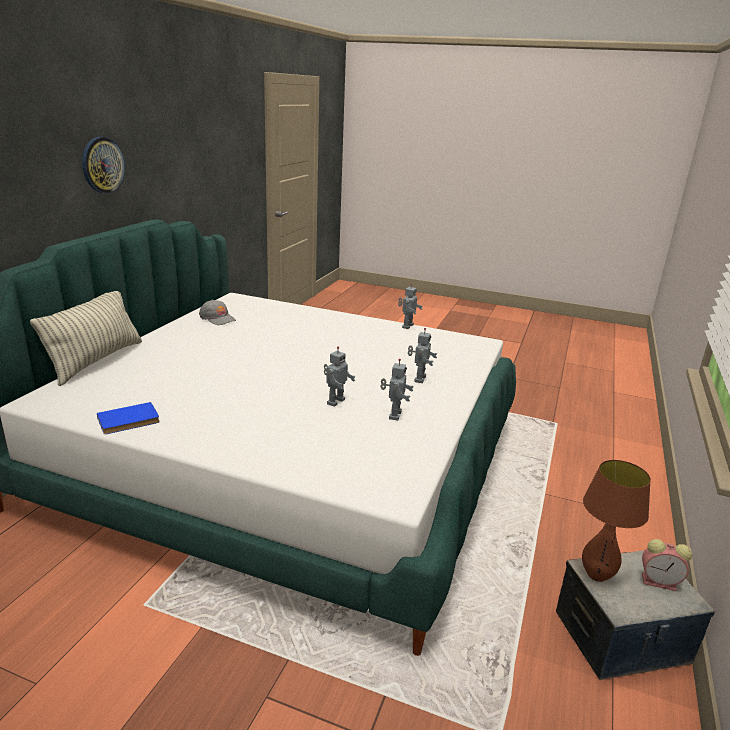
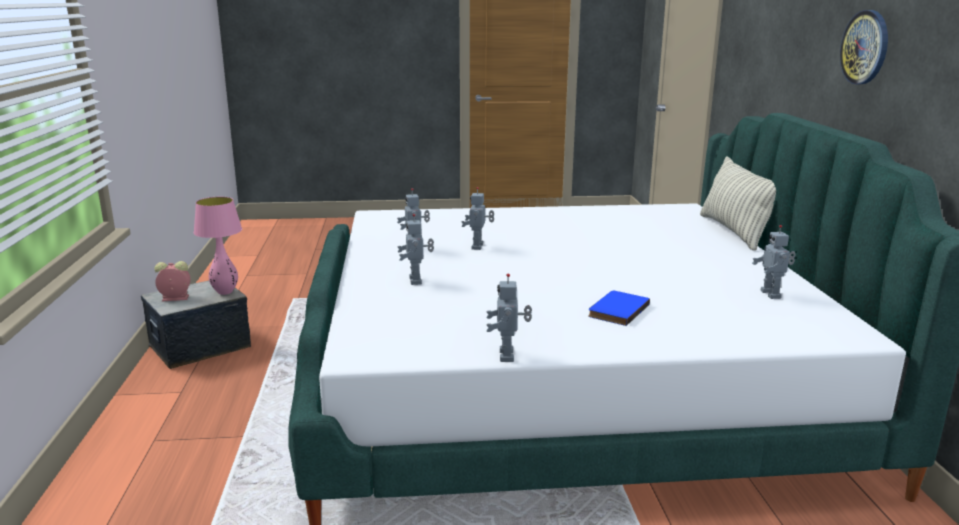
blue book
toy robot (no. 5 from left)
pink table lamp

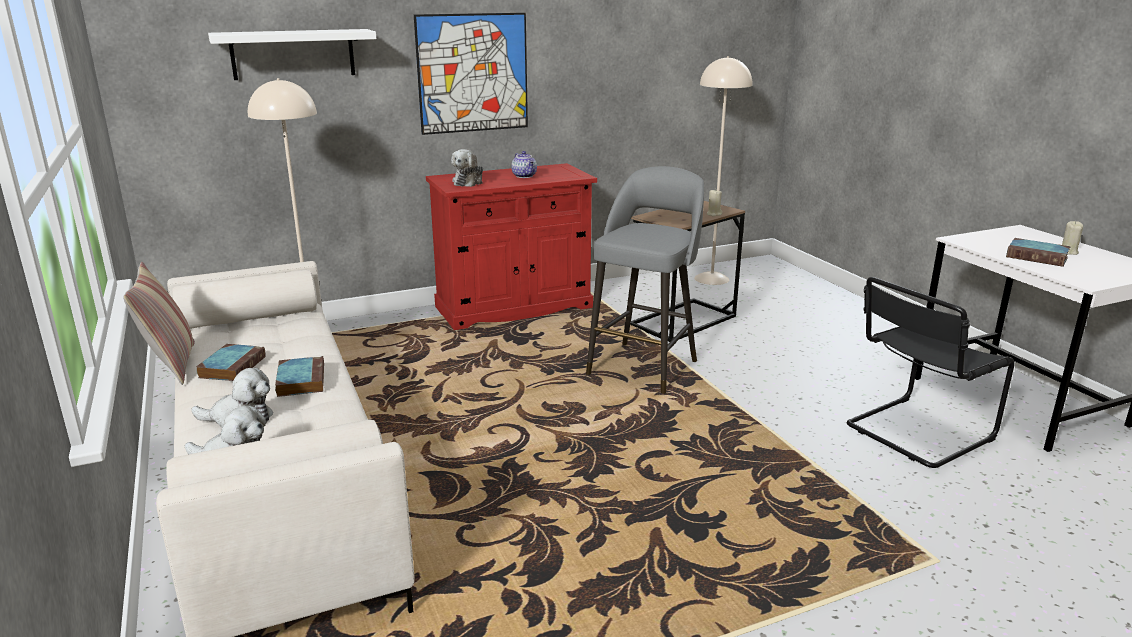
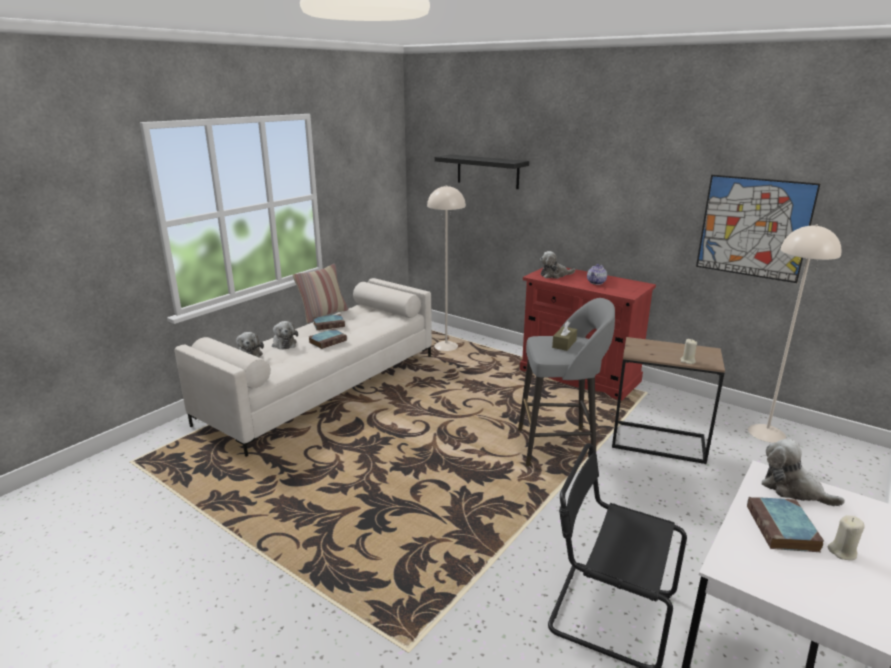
brown tissue box
plush toy (no. 4 from left)
picture
black shelf

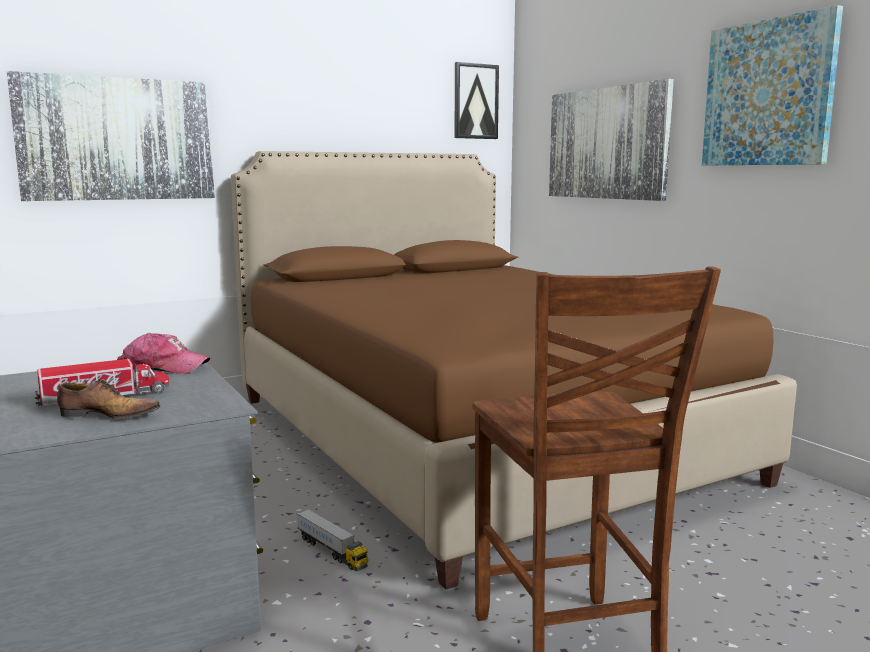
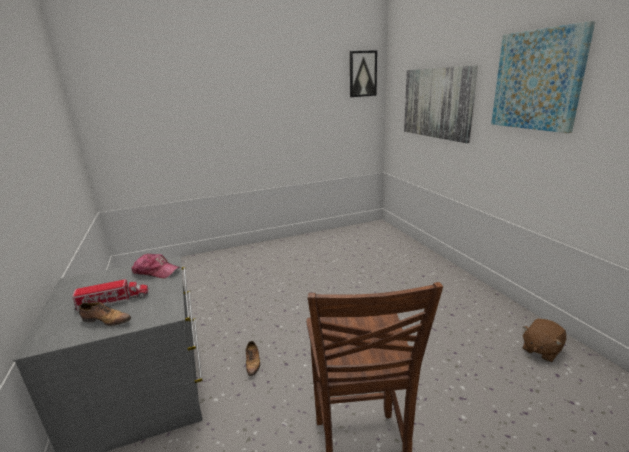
picture (no. 1 from left in the first image)
brown bed
brown plush toy
shoe (no. 2 from left)

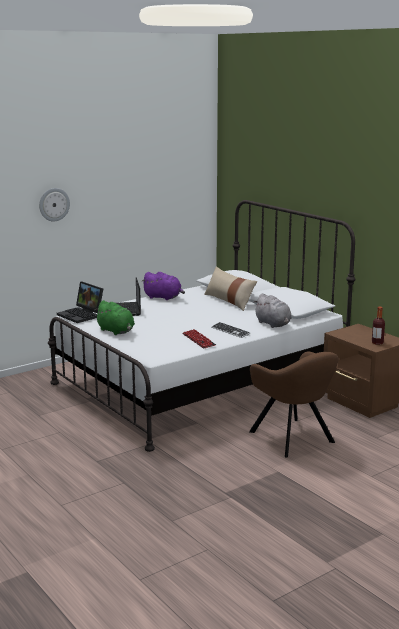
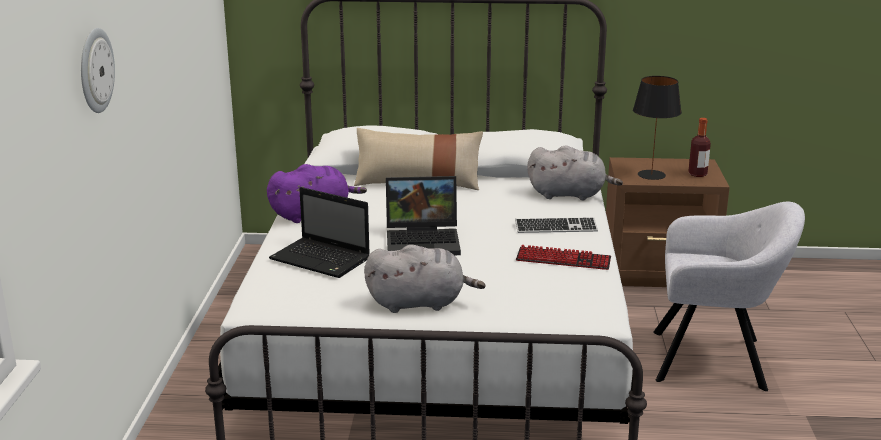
black table lamp
laptop (no. 2 from left)
grey plush toy (no. 1 from left)
grey armchair

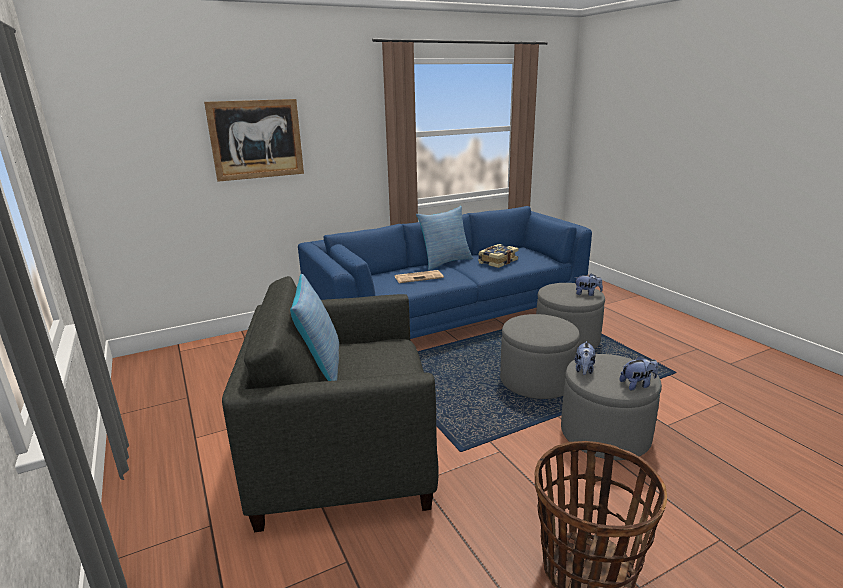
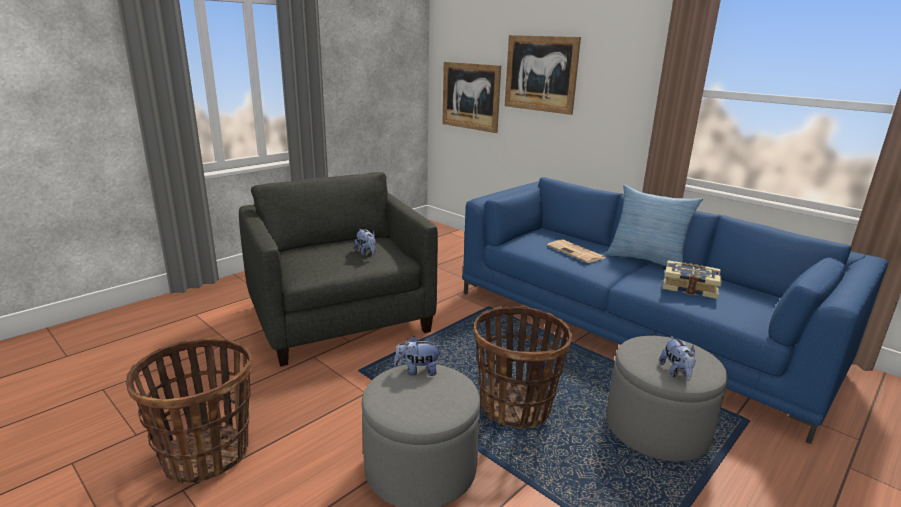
pillow (no. 1 from left in the first image)
picture (no. 1 from left)
plush toy (no. 1 from left)
basket (no. 2 from left)

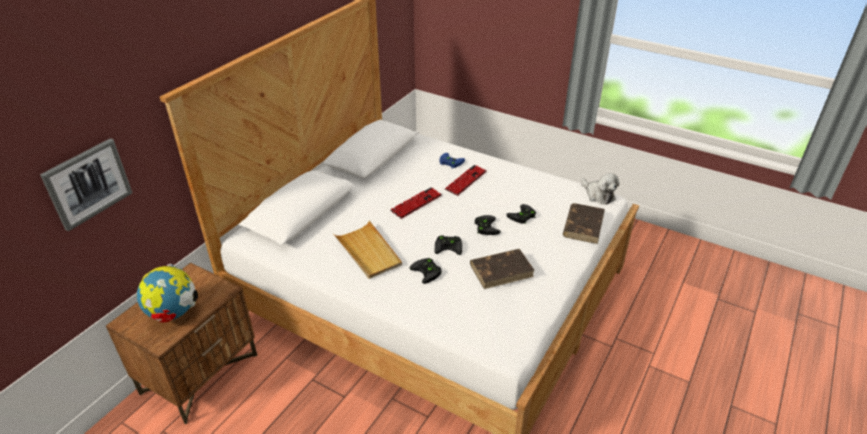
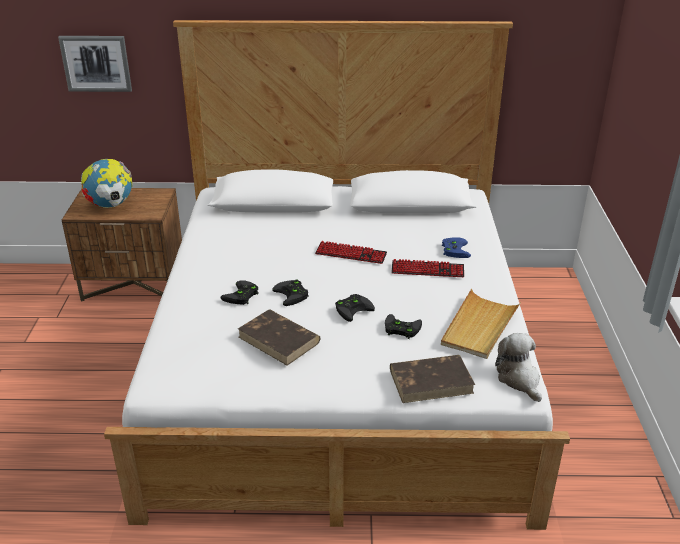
beige tray
plush toy

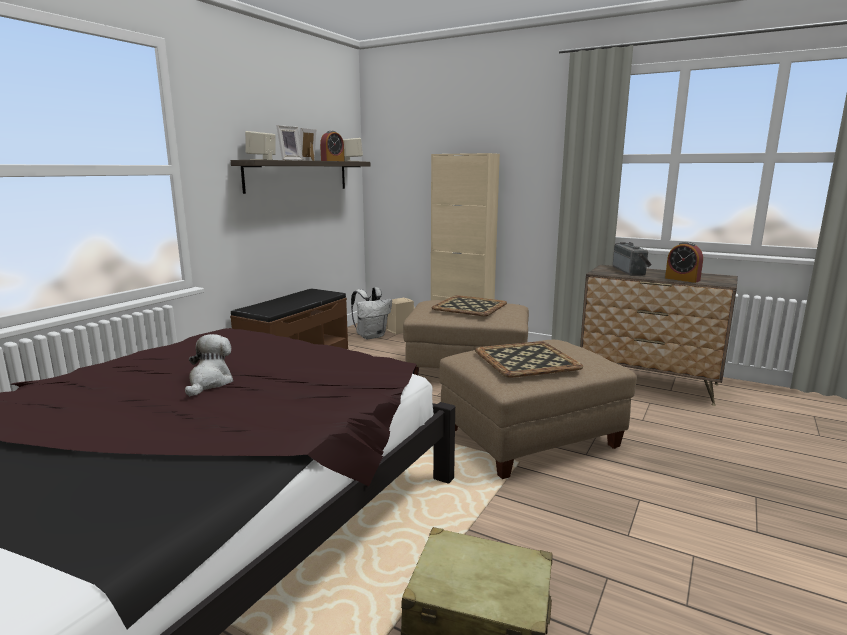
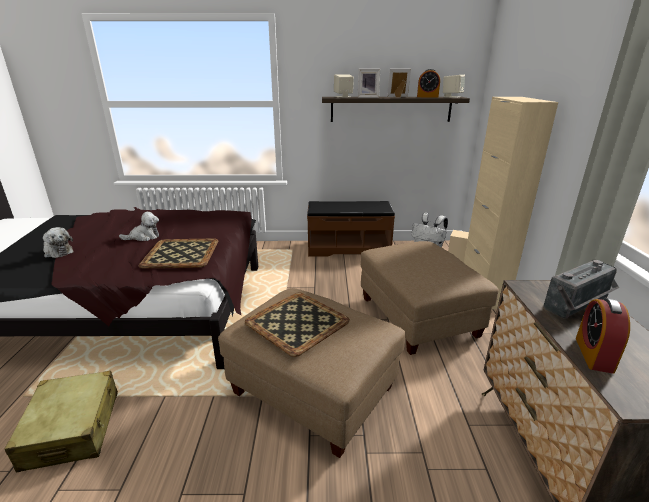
plush toy (no. 1 from left)
tray (no. 1 from left)

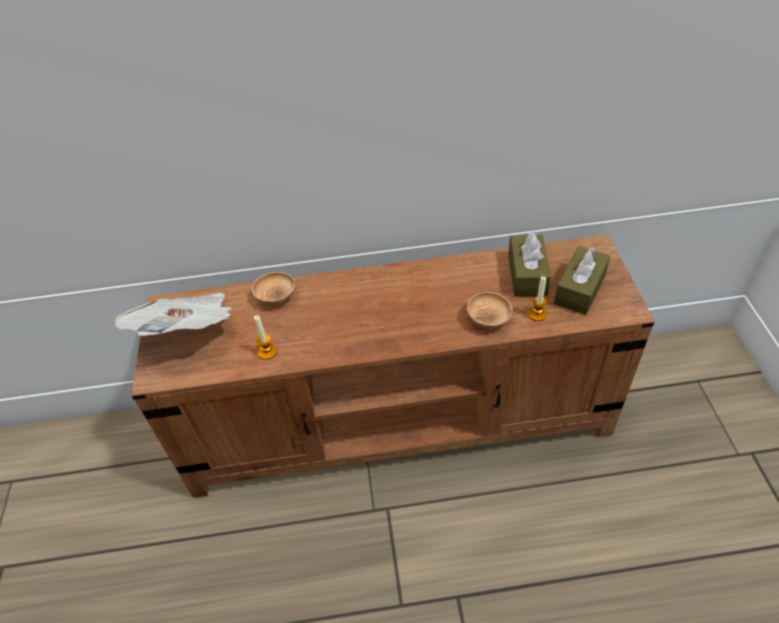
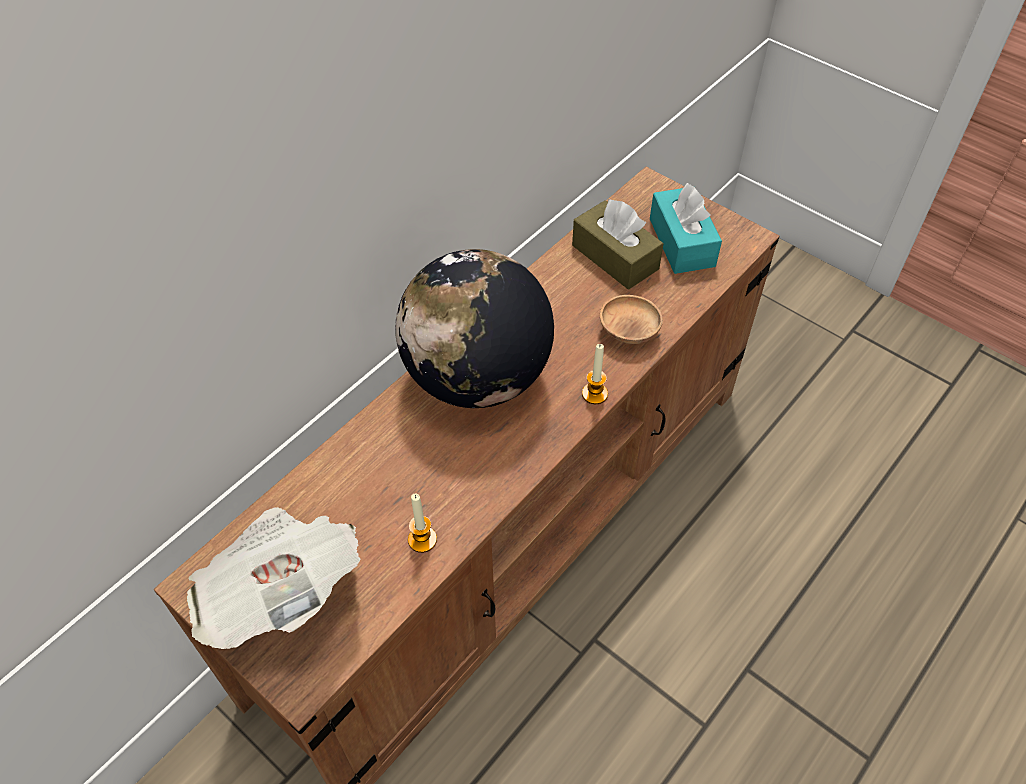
brown bowl (no. 1 from left in the first image)
globe
candle (no. 2 from left)
turquoise tissue box

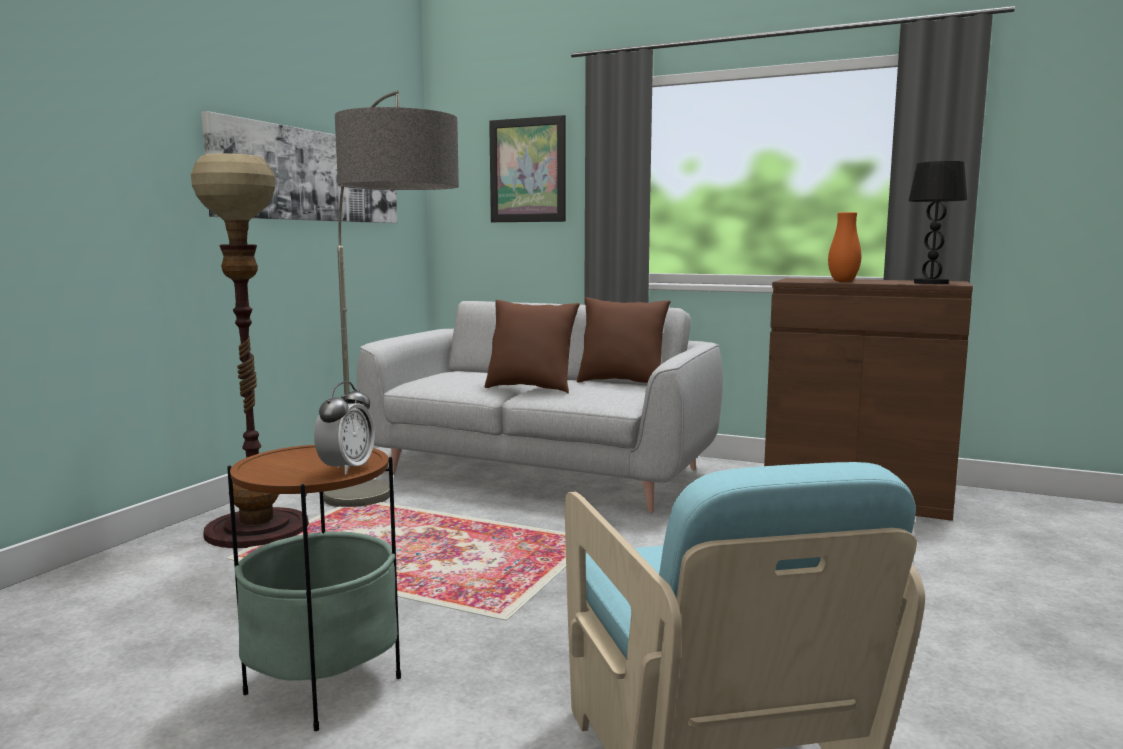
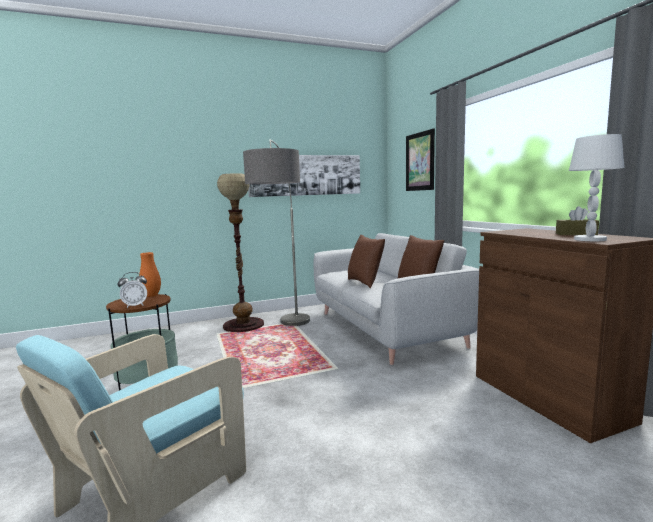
brown tissue box
orange vase
white table lamp

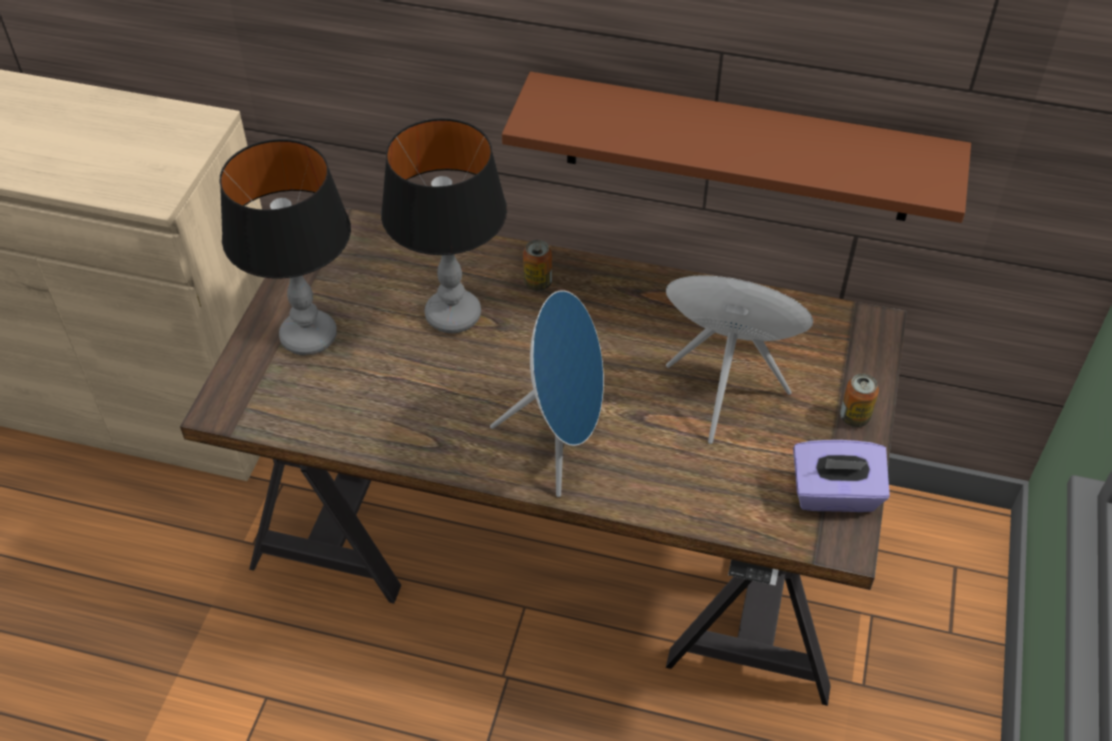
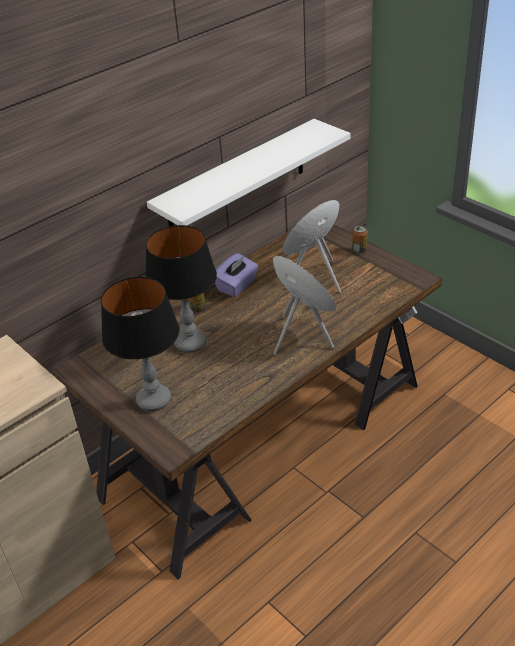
purple tissue box
white shelf

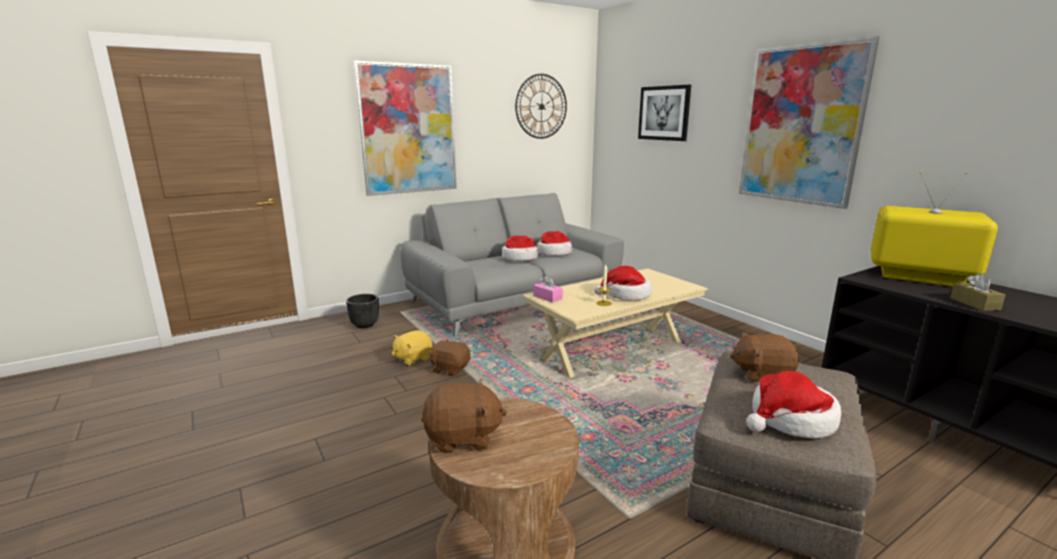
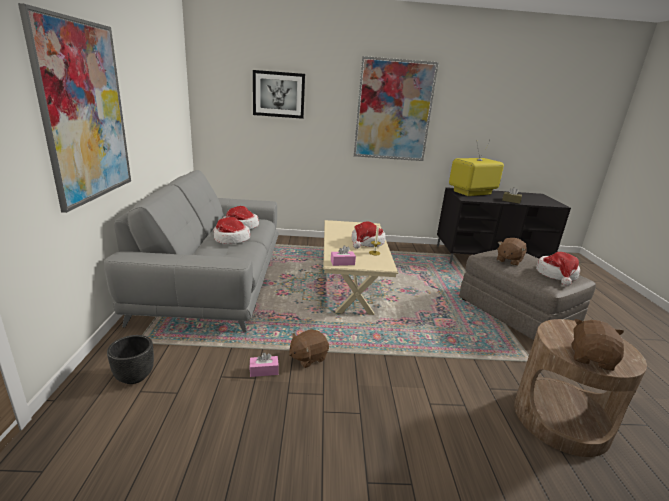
wall clock
pink tissue box (no. 1 from left)

